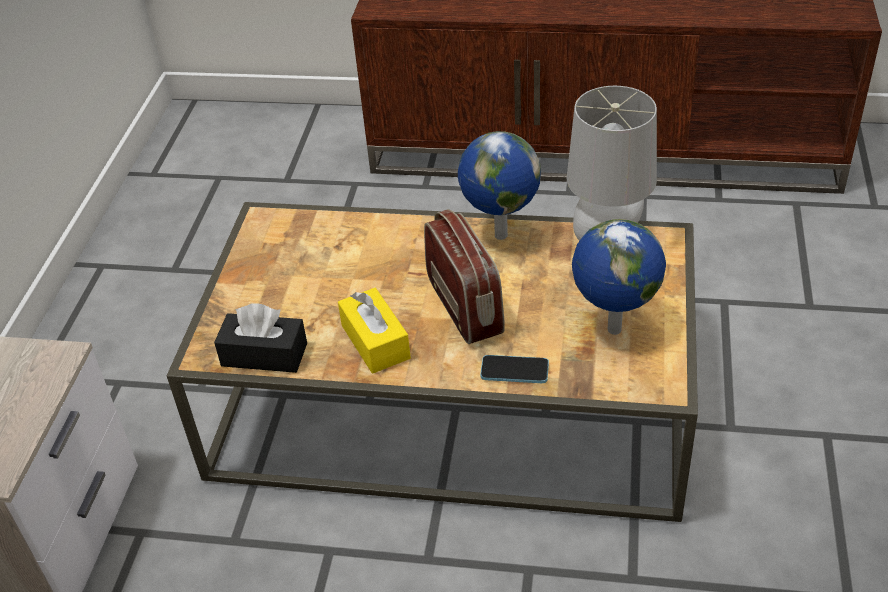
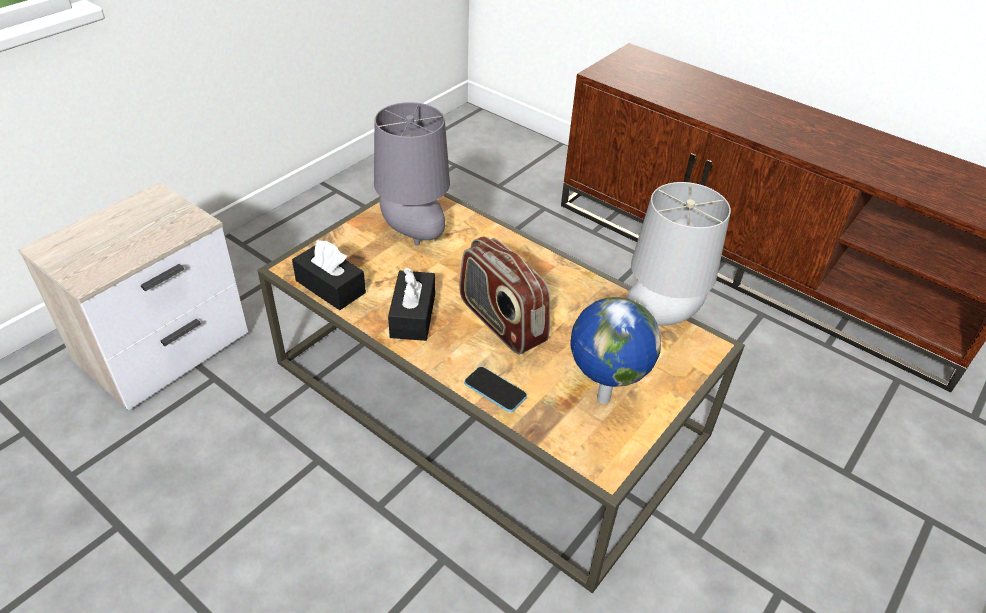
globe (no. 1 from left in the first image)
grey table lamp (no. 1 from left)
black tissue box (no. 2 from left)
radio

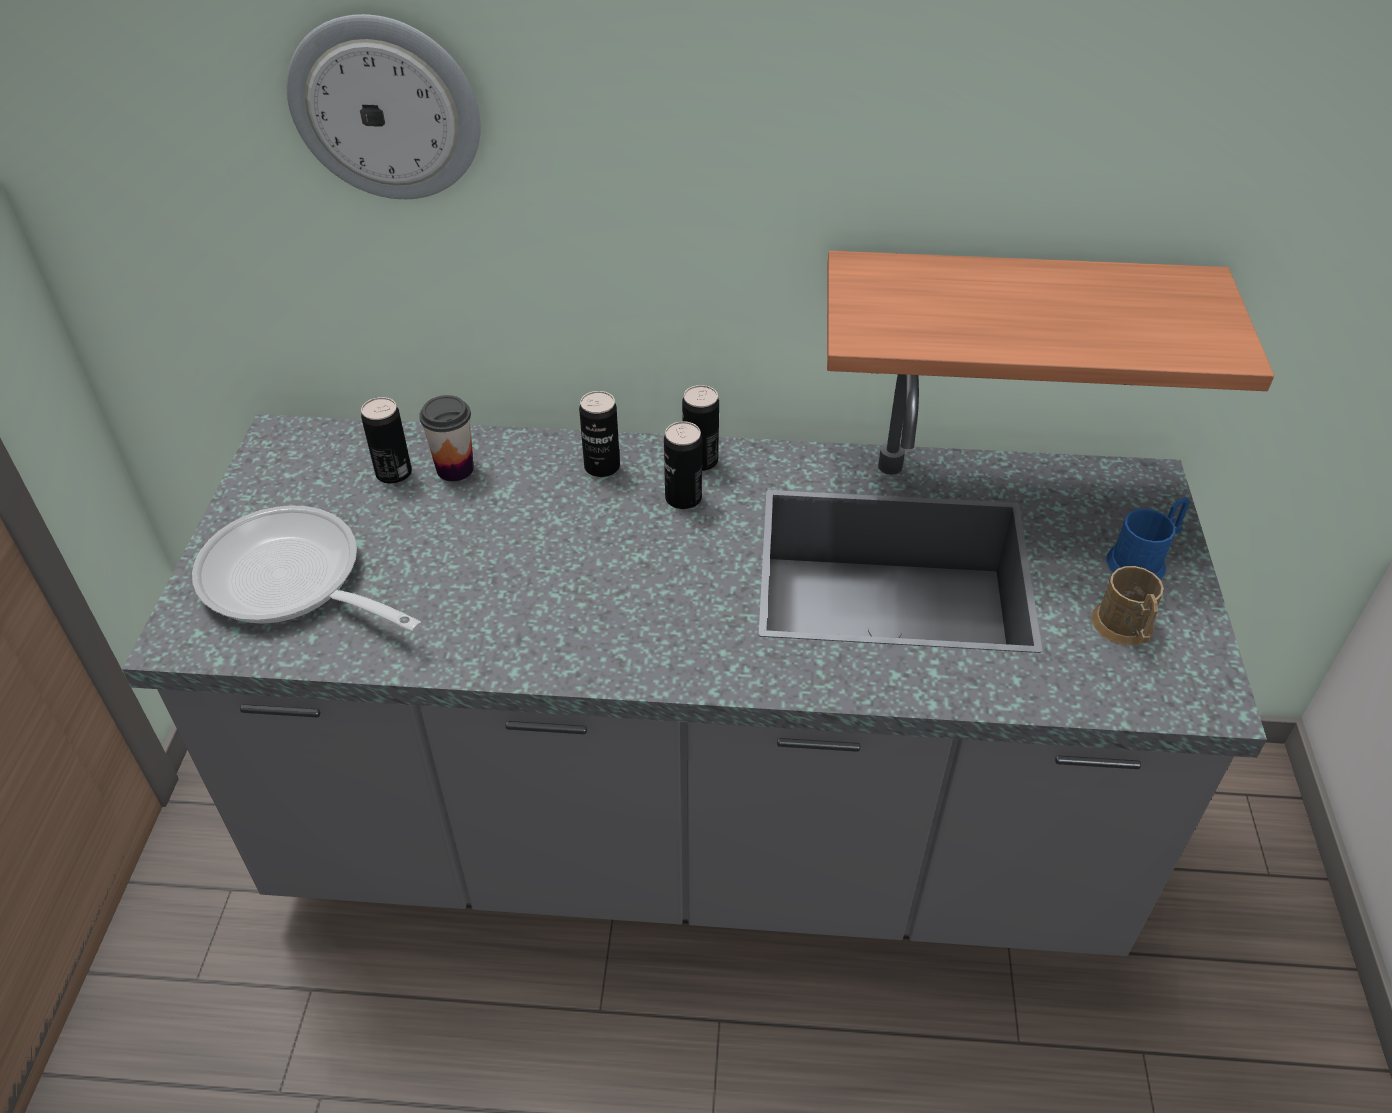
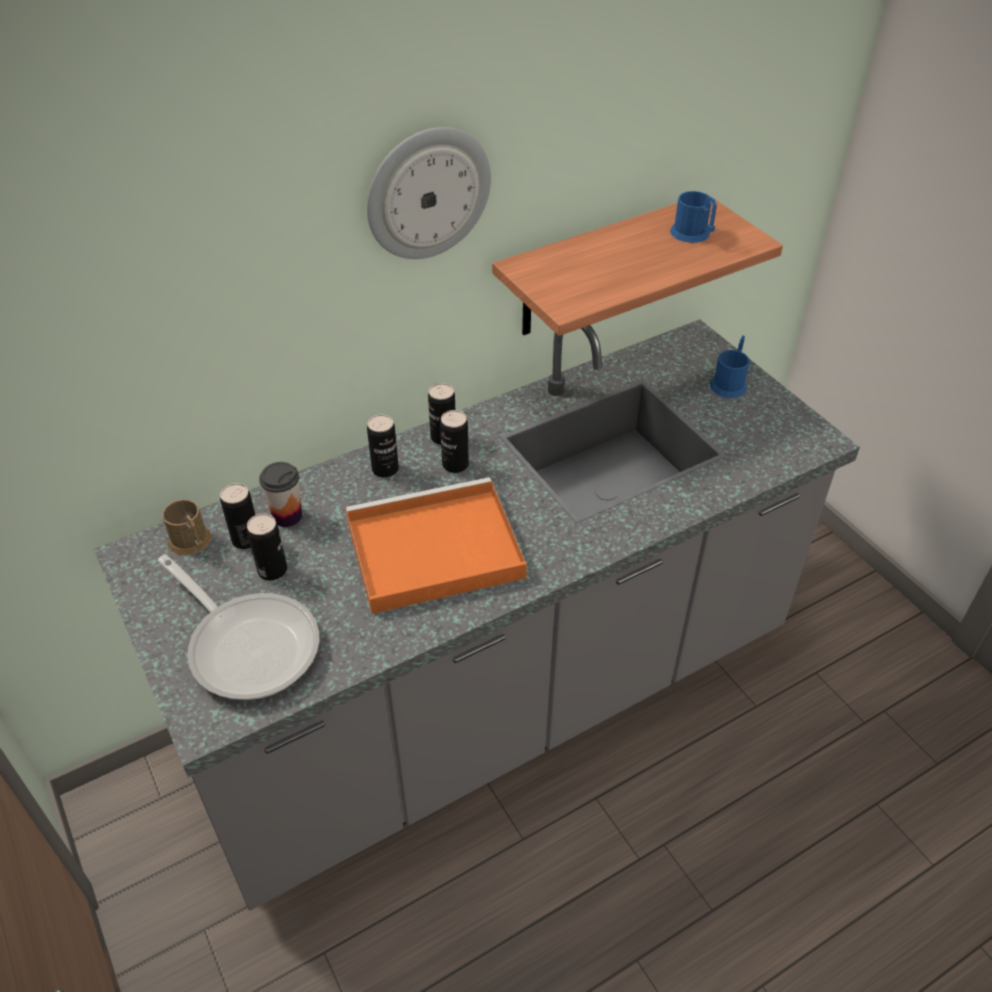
can (no. 2 from left)
orange tray
blue mug (no. 1 from left)
wall clock
brown mug
frying pan

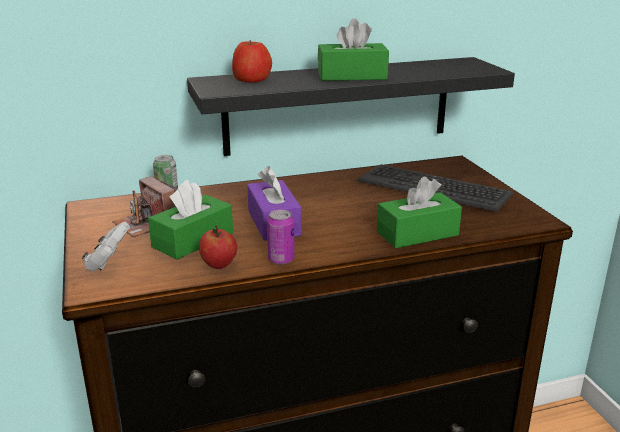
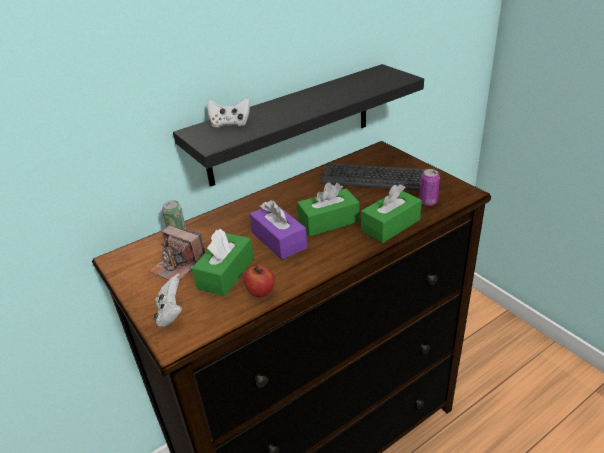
can (no. 2 from left)
green tissue box (no. 2 from left)
white game controller (no. 2 from left)

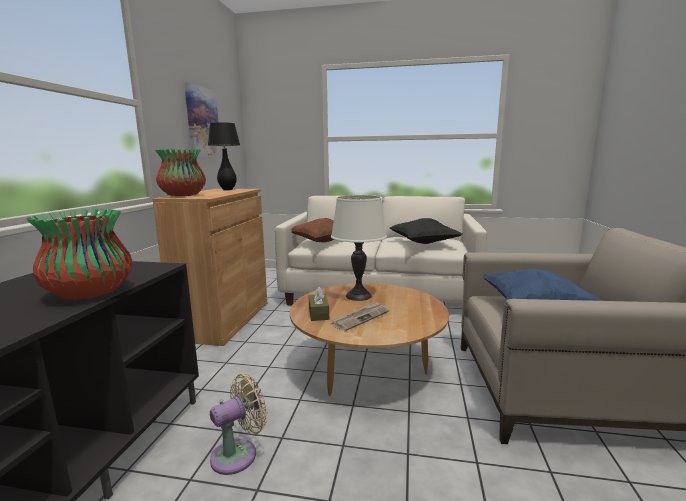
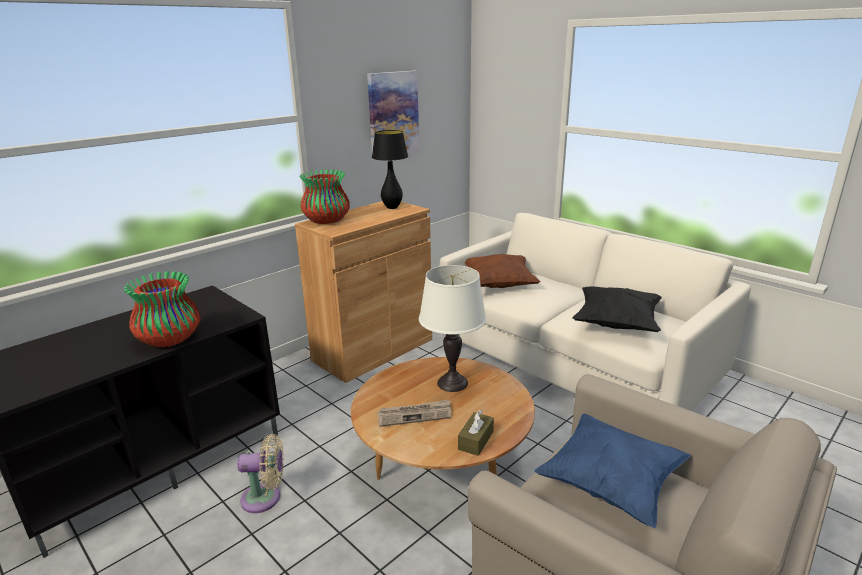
brown tissue box

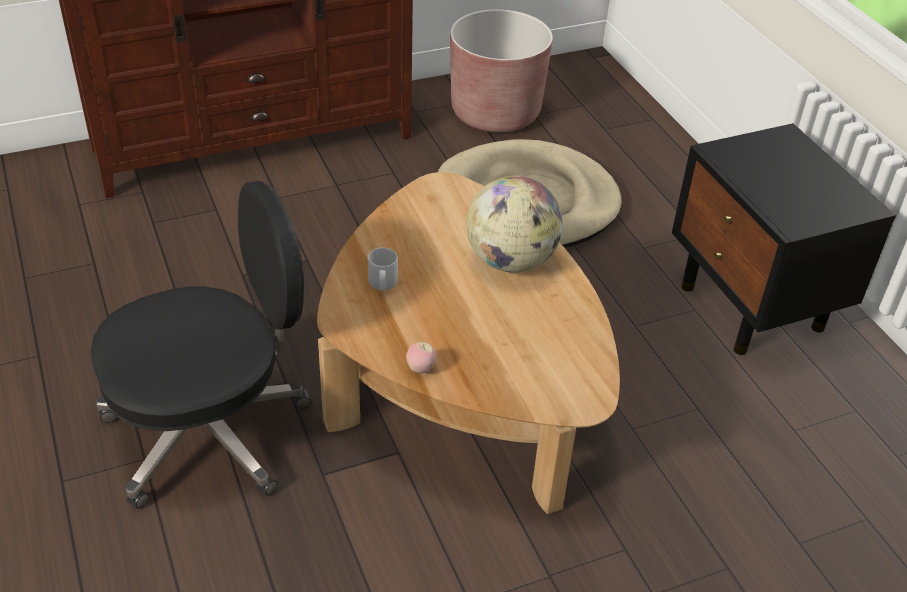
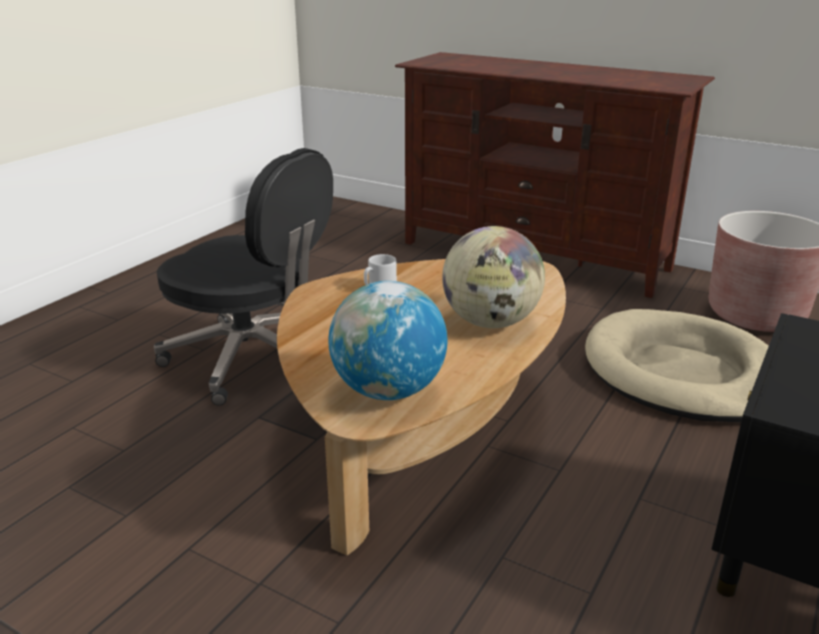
apple
globe (no. 1 from left)

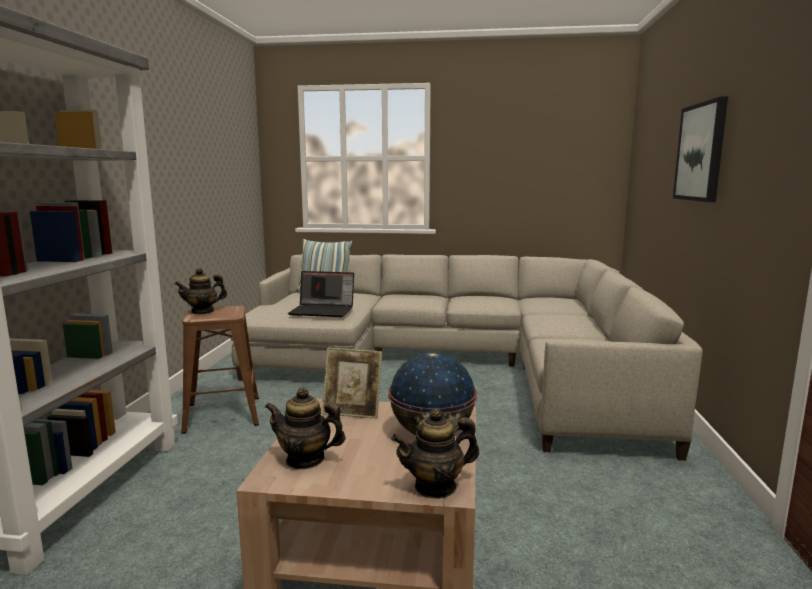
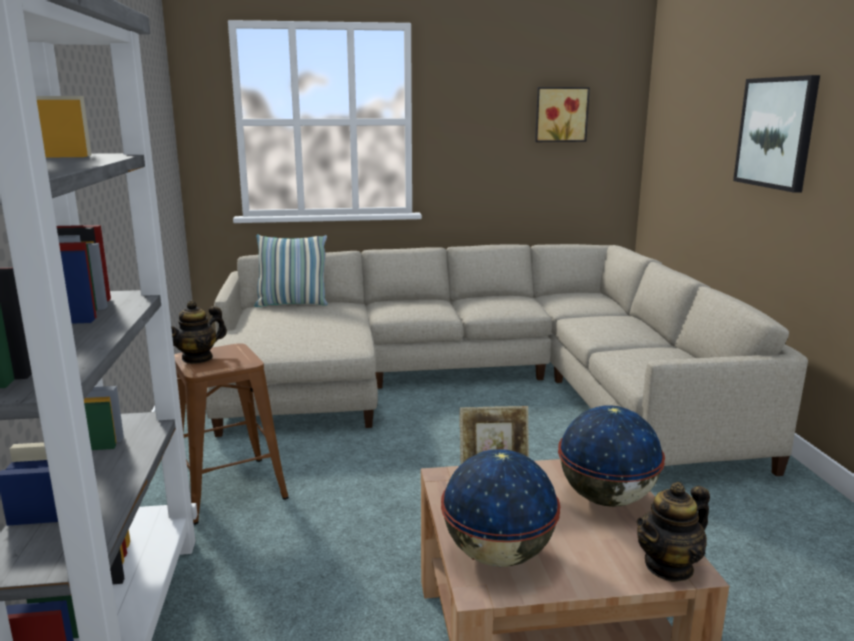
laptop
picture (no. 1 from left)
globe (no. 1 from left)

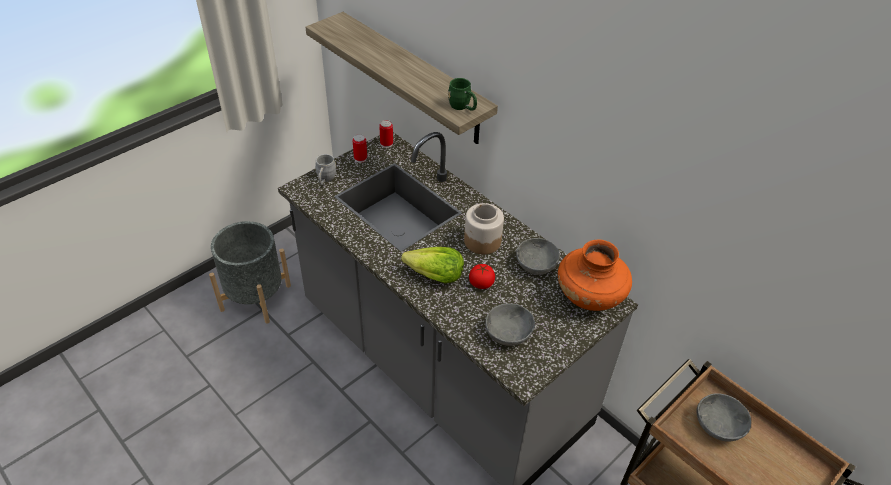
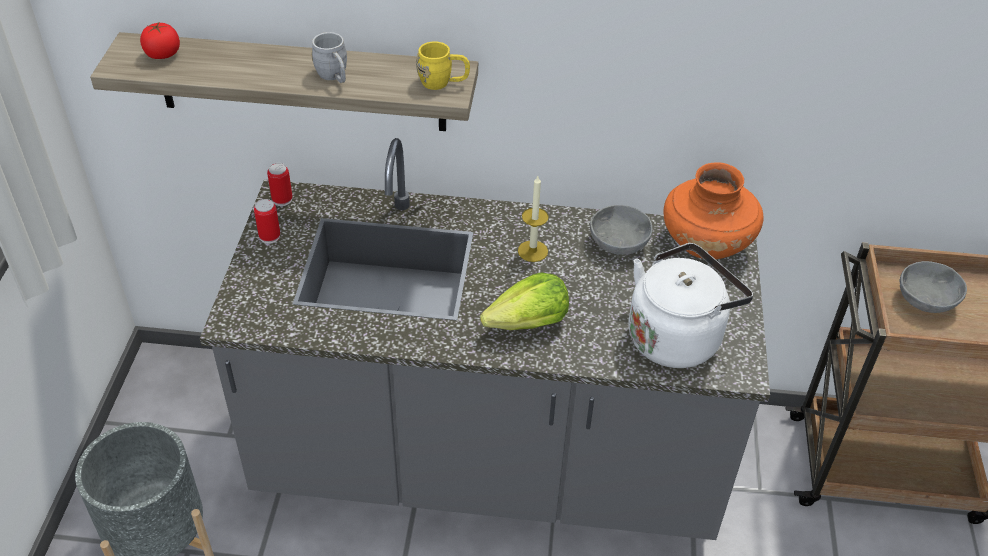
grey mug
tomato
candle
white kettle
yellow mug

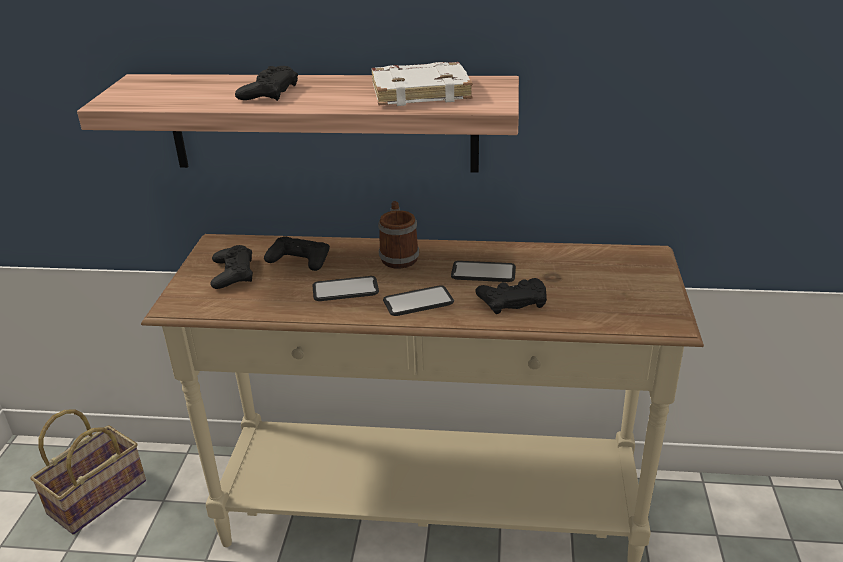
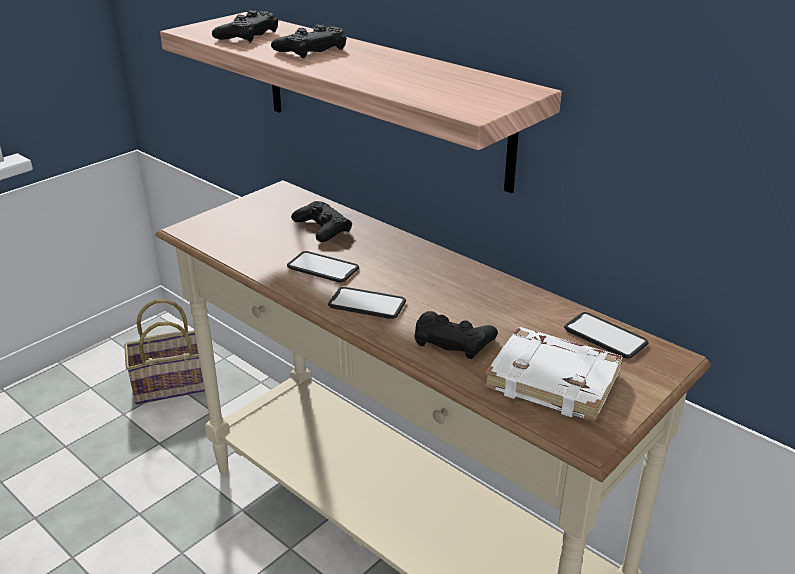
mug
black game controller (no. 1 from left)
white book
phone (no. 3 from left)

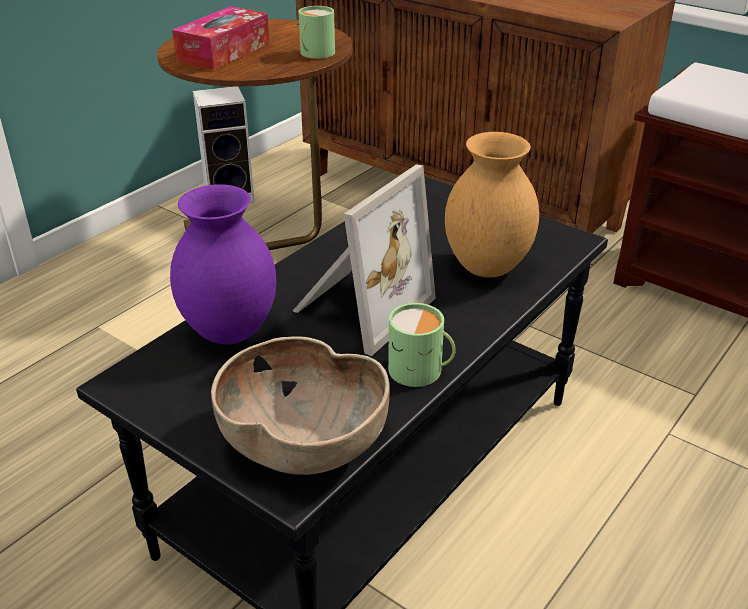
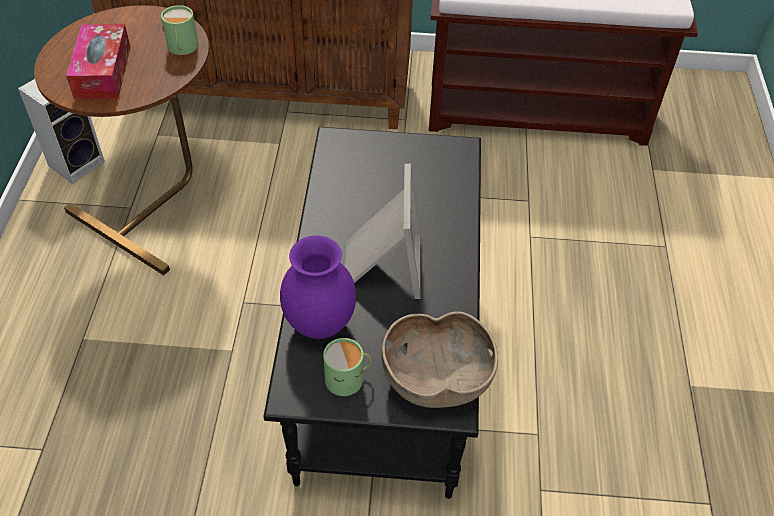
brown vase
green mug (no. 2 from left)

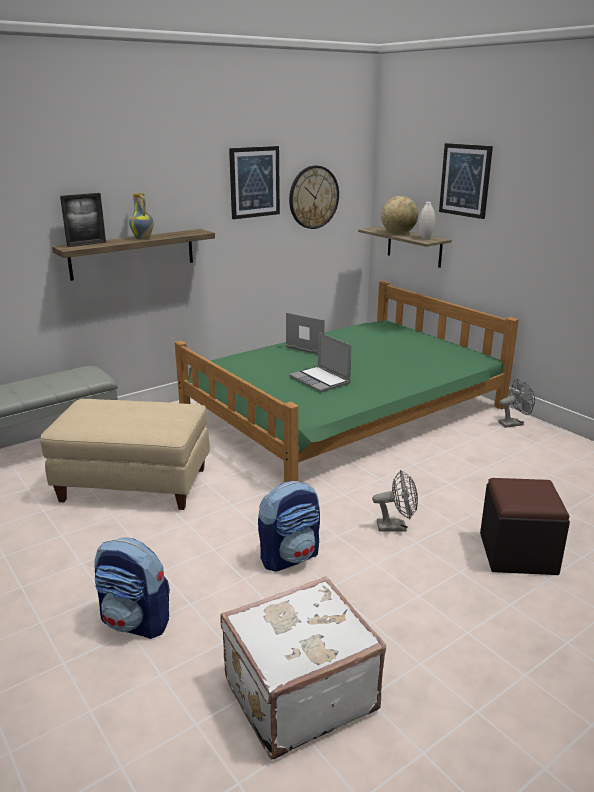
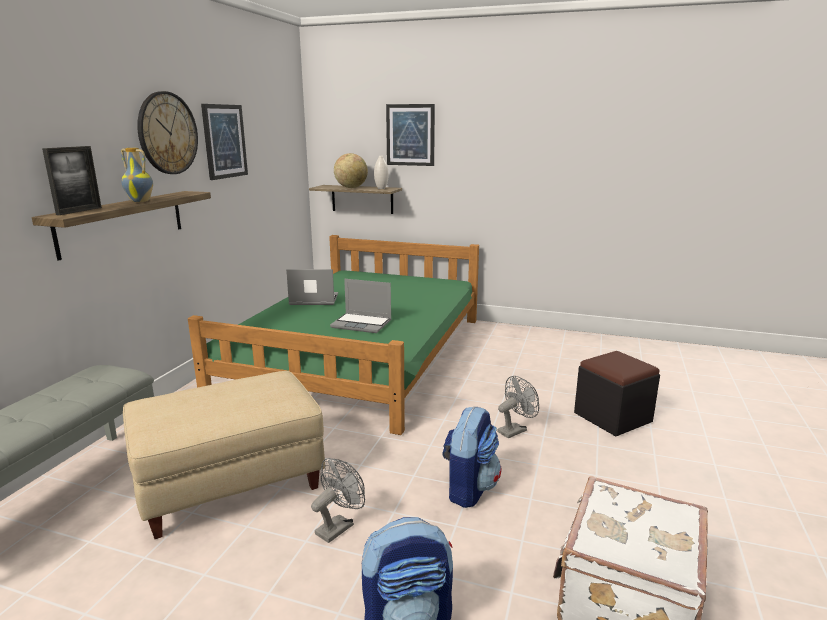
wall clock
grey fan (no. 1 from left)

